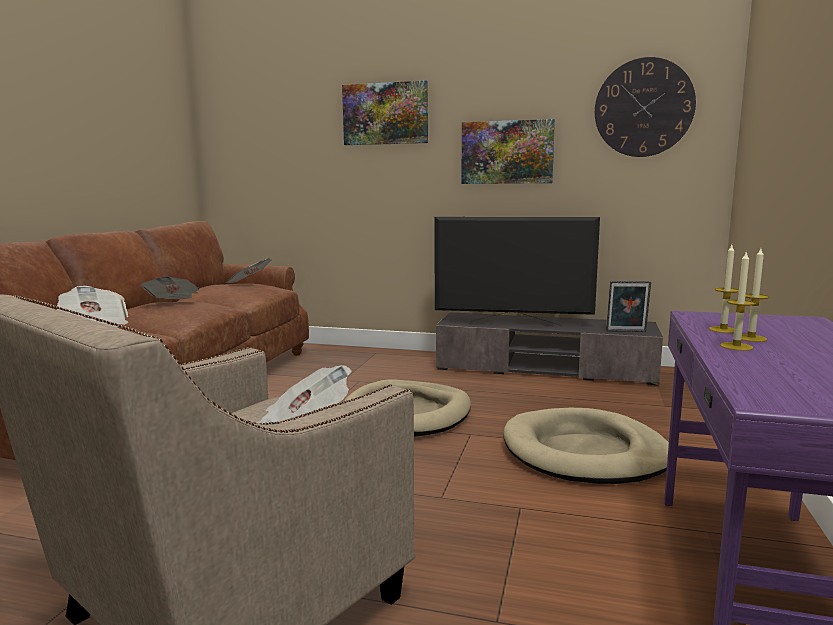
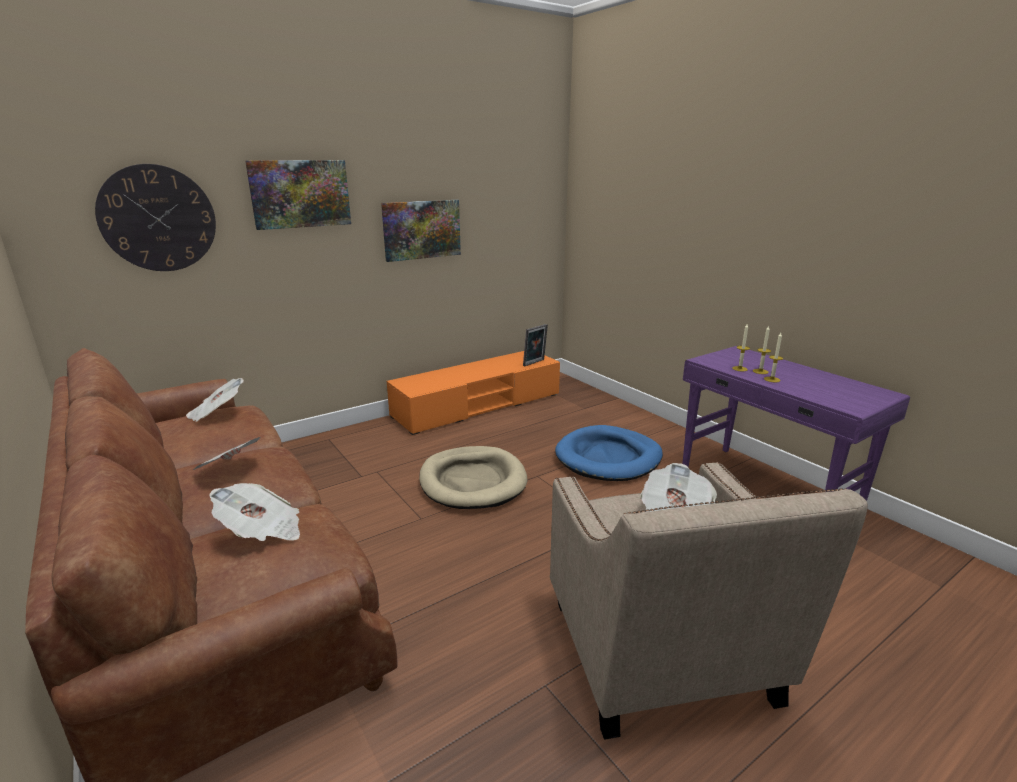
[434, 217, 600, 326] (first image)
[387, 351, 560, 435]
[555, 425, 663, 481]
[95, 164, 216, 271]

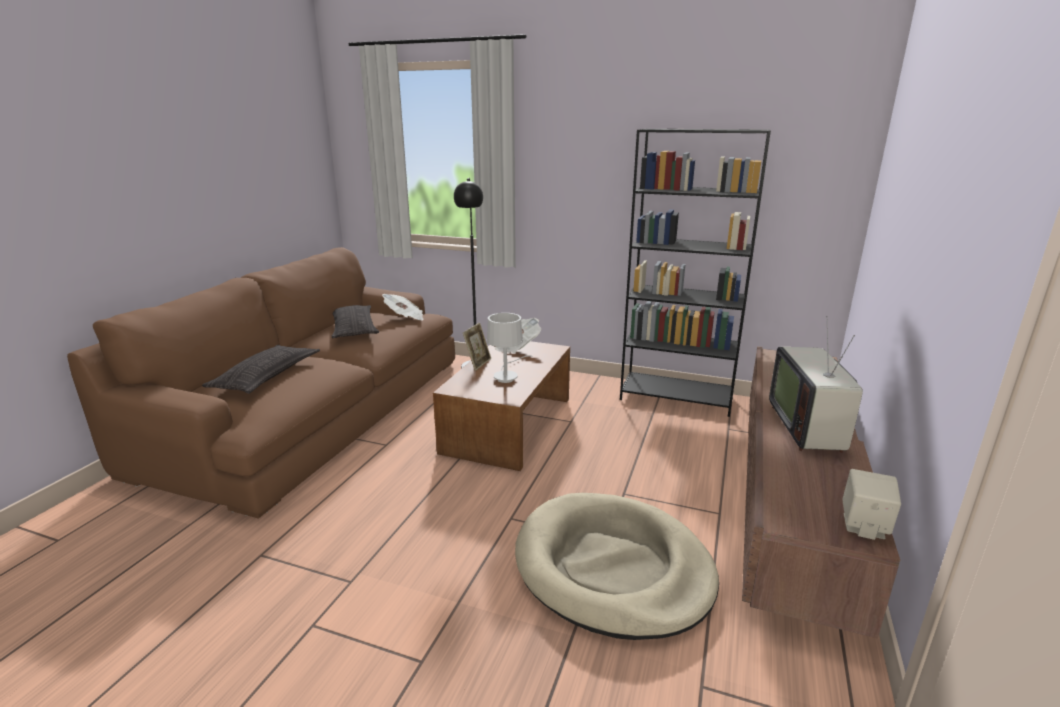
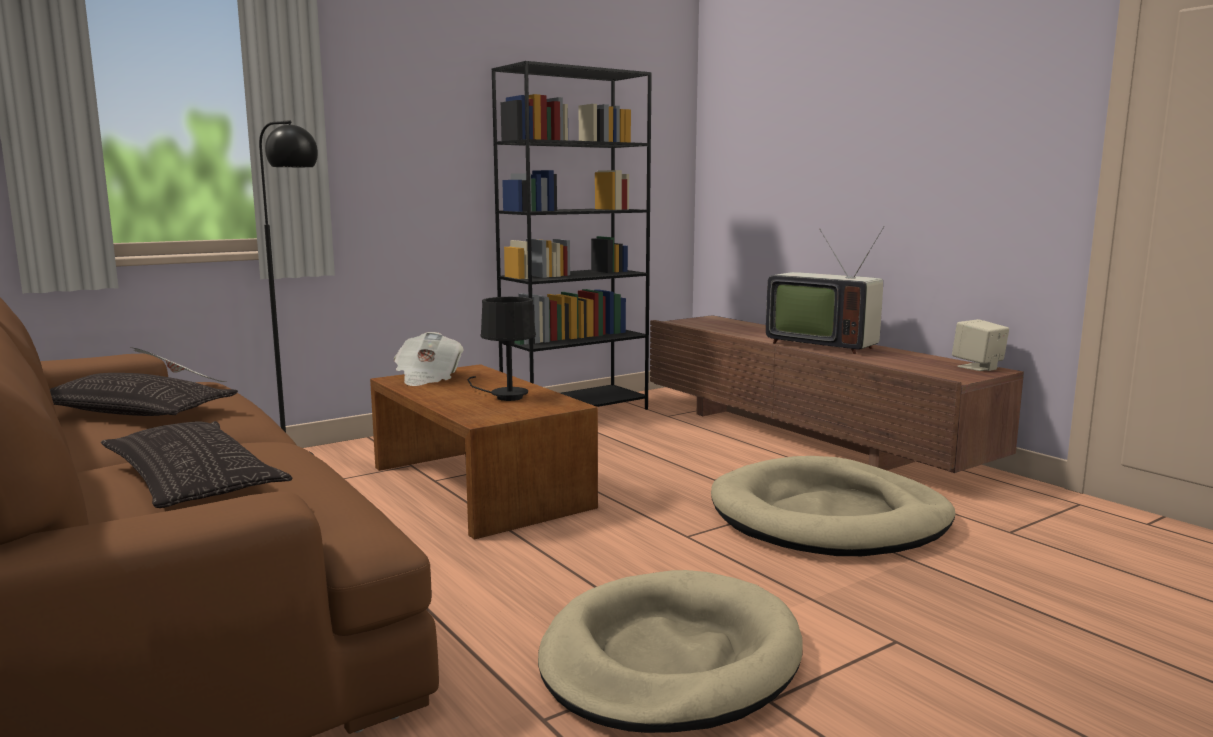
[463, 323, 491, 371] (first image)
[468, 297, 536, 401]
[538, 570, 803, 733]

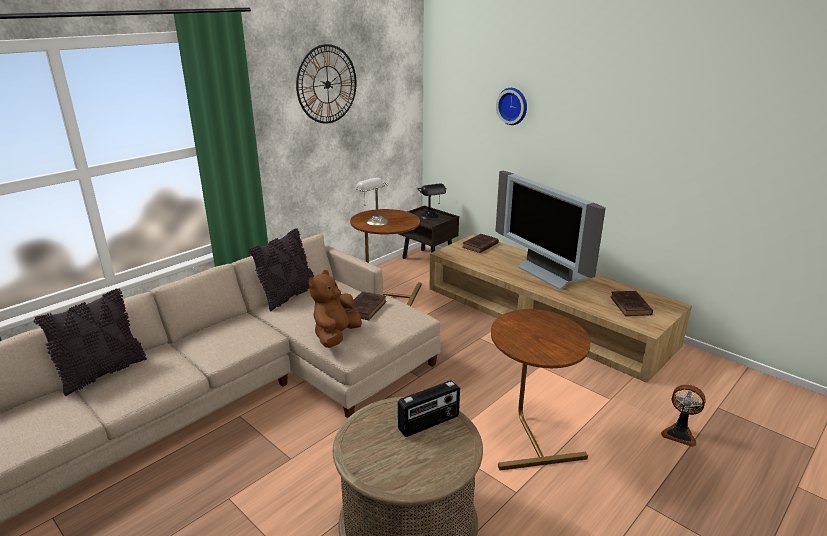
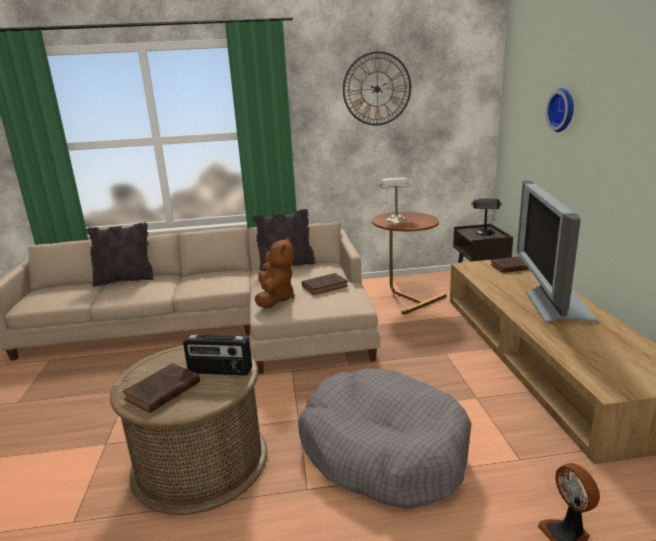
[255, 237, 295, 309]
[298, 368, 472, 509]
[122, 363, 200, 413]

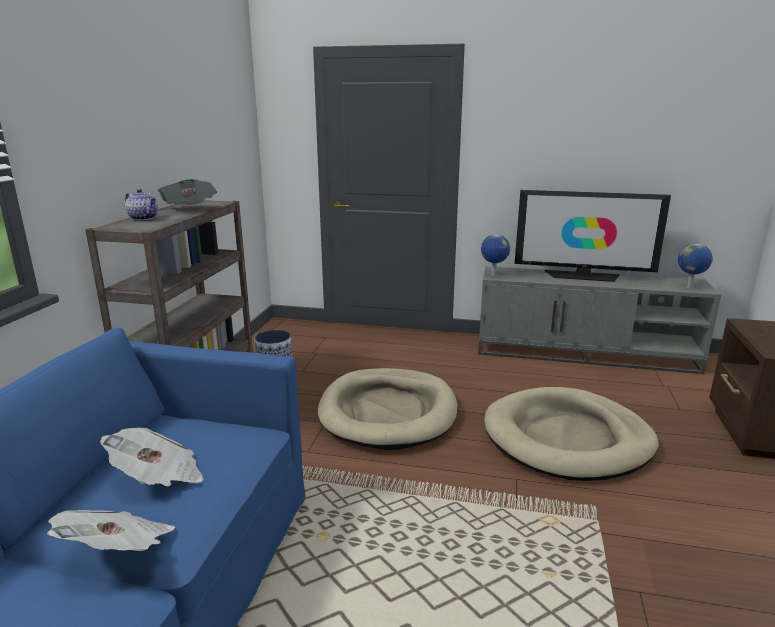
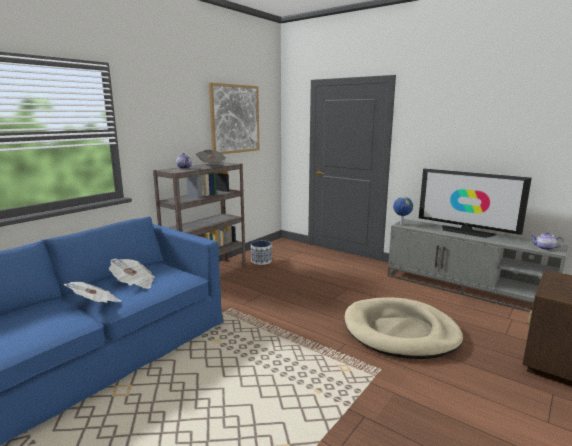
[318, 368, 458, 450] (first image)
[531, 232, 564, 250]
[209, 83, 259, 154]

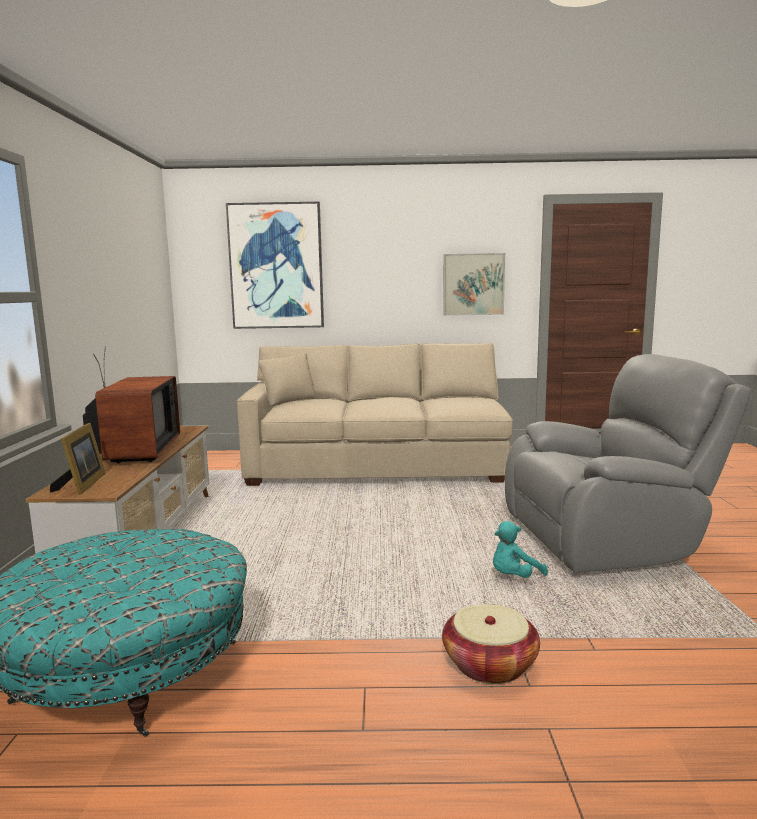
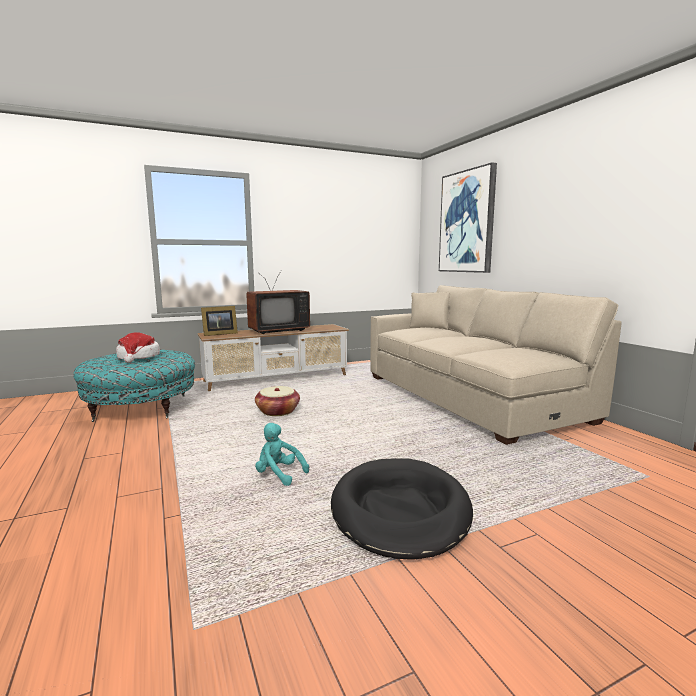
[255, 386, 300, 416]
[443, 253, 505, 316] (first image)
[331, 458, 473, 560]
[116, 332, 160, 363]

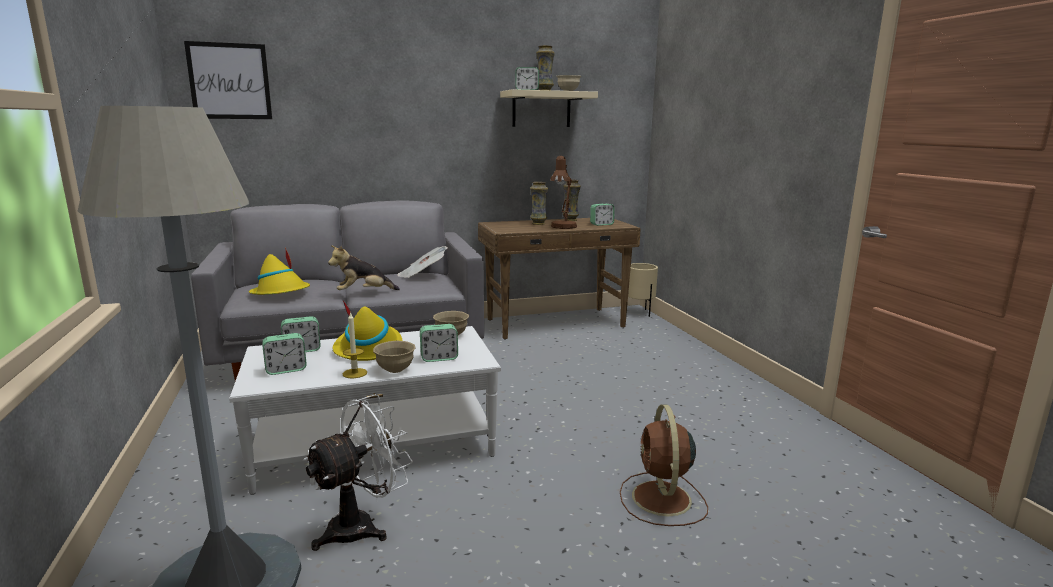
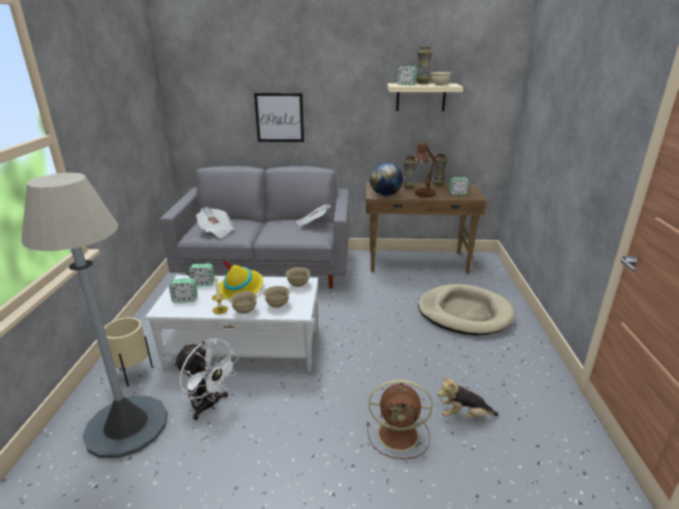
[254, 93, 304, 142]
[196, 207, 234, 238]
[174, 338, 239, 420]
[438, 376, 499, 418]
[263, 286, 290, 308]
[367, 379, 433, 459]
[104, 317, 153, 387]
[370, 162, 403, 196]
[418, 284, 515, 336]

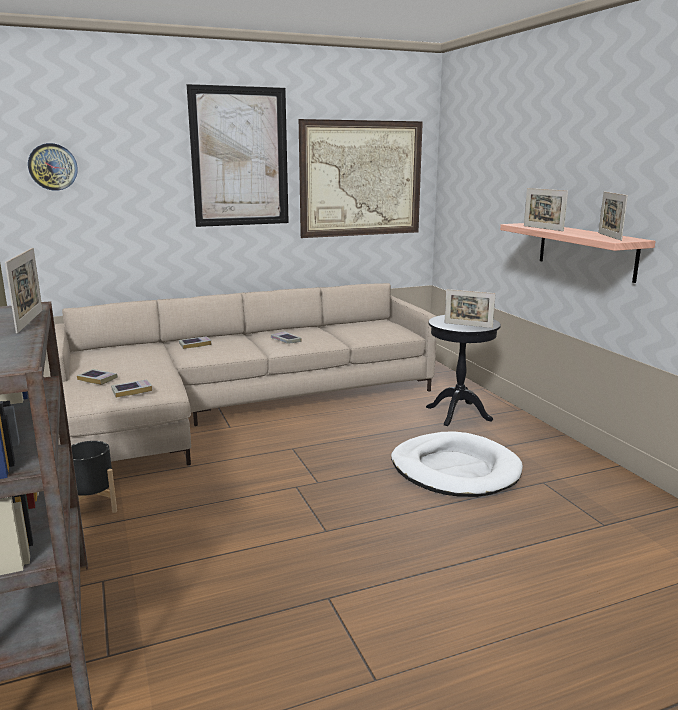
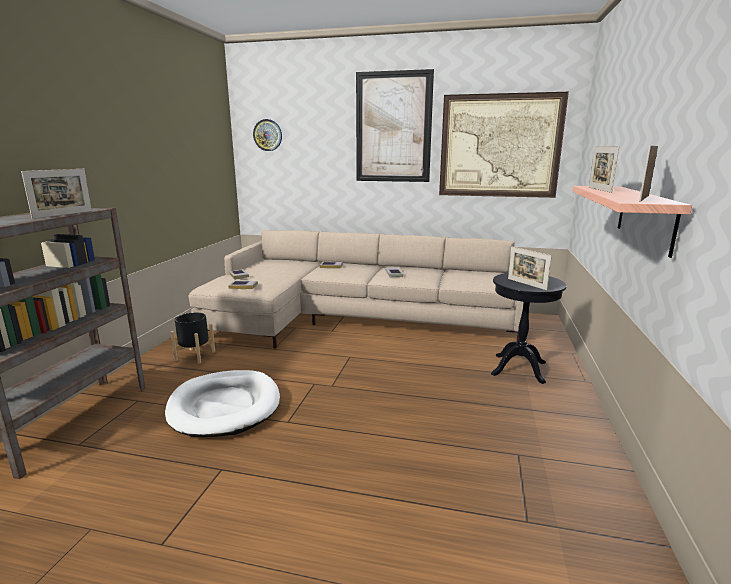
[165, 370, 280, 437]

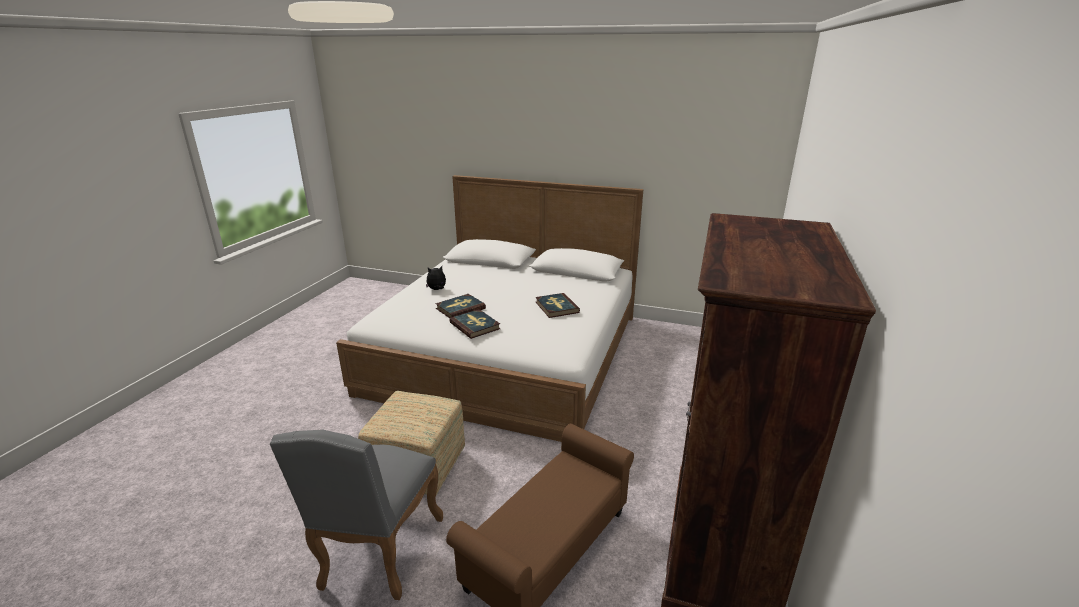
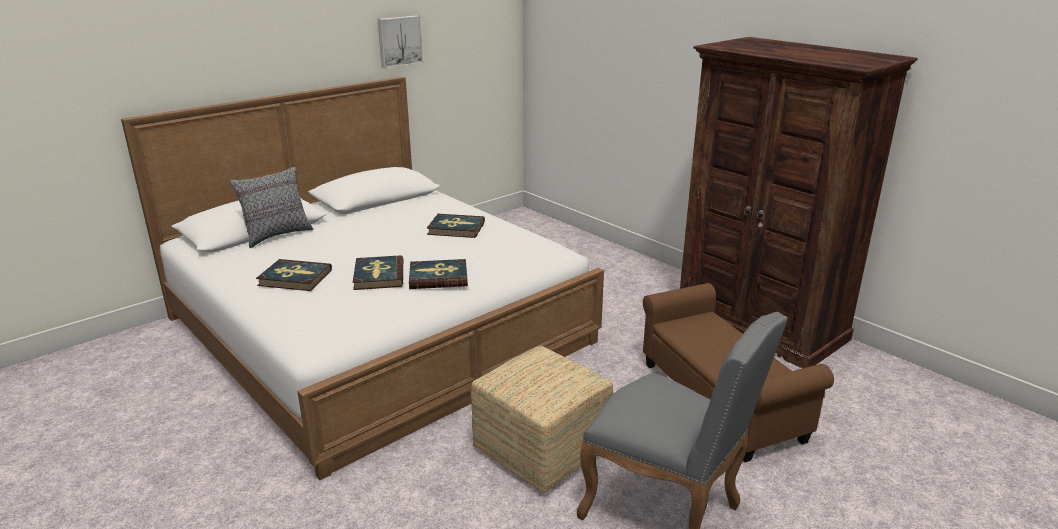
[256, 259, 332, 291]
[229, 167, 313, 248]
[378, 15, 423, 68]

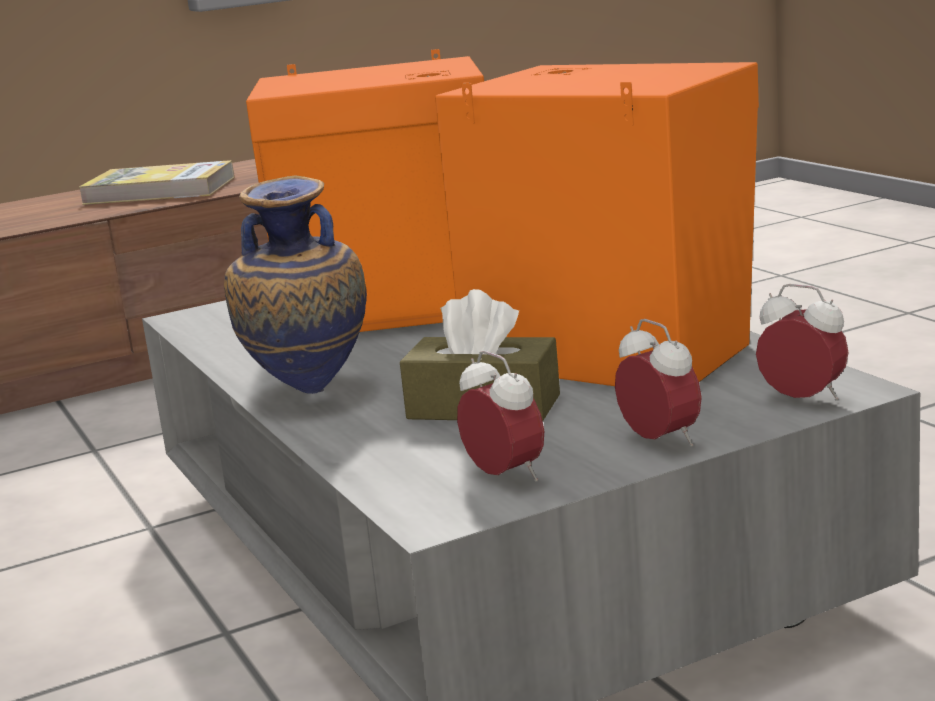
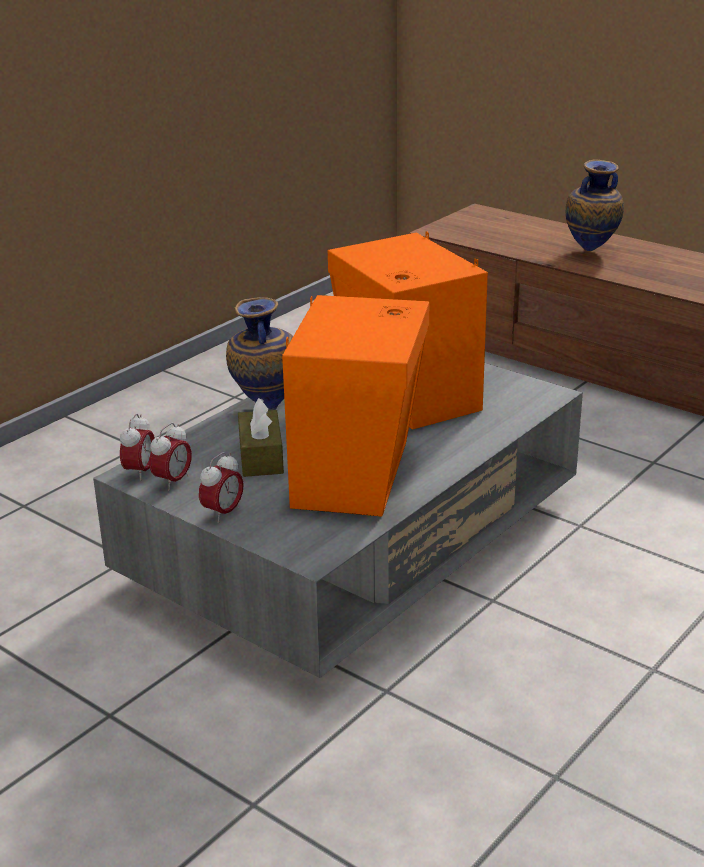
[566, 159, 624, 251]
[120, 414, 155, 481]

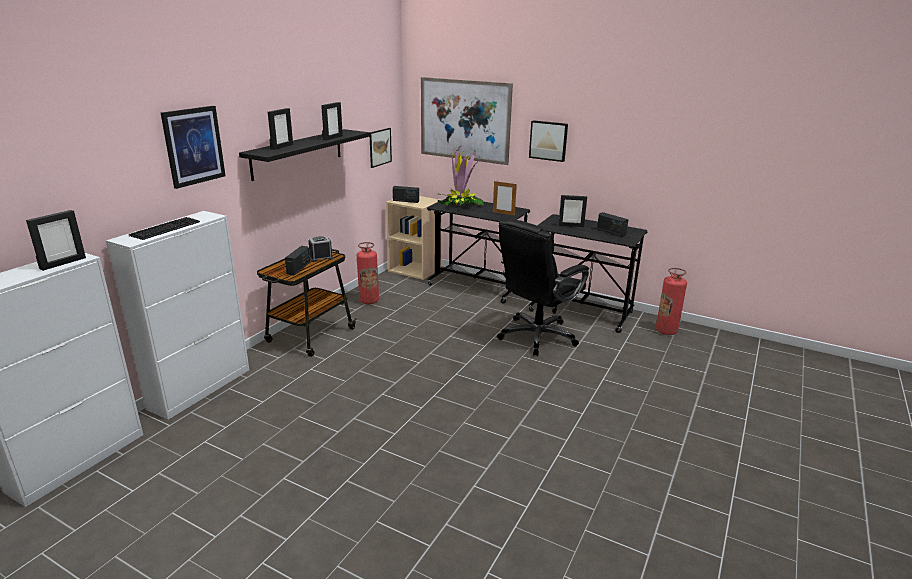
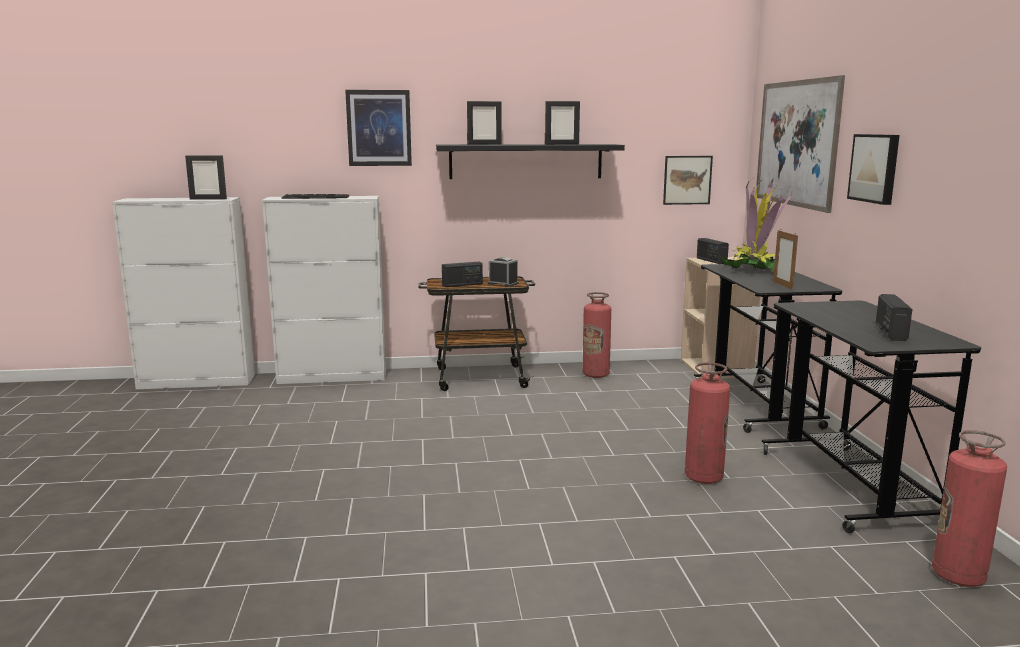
[685, 362, 730, 484]
[558, 195, 587, 227] (first image)

